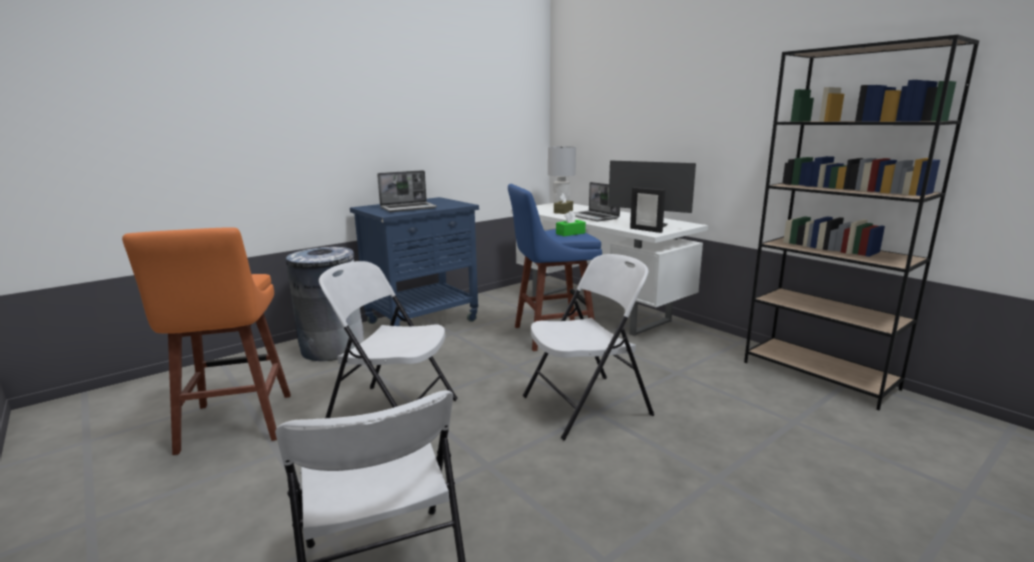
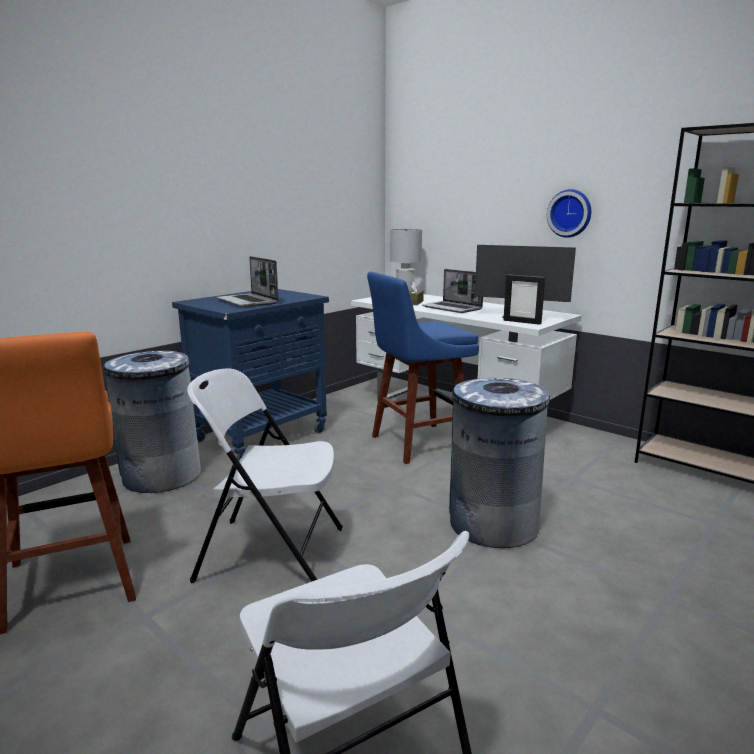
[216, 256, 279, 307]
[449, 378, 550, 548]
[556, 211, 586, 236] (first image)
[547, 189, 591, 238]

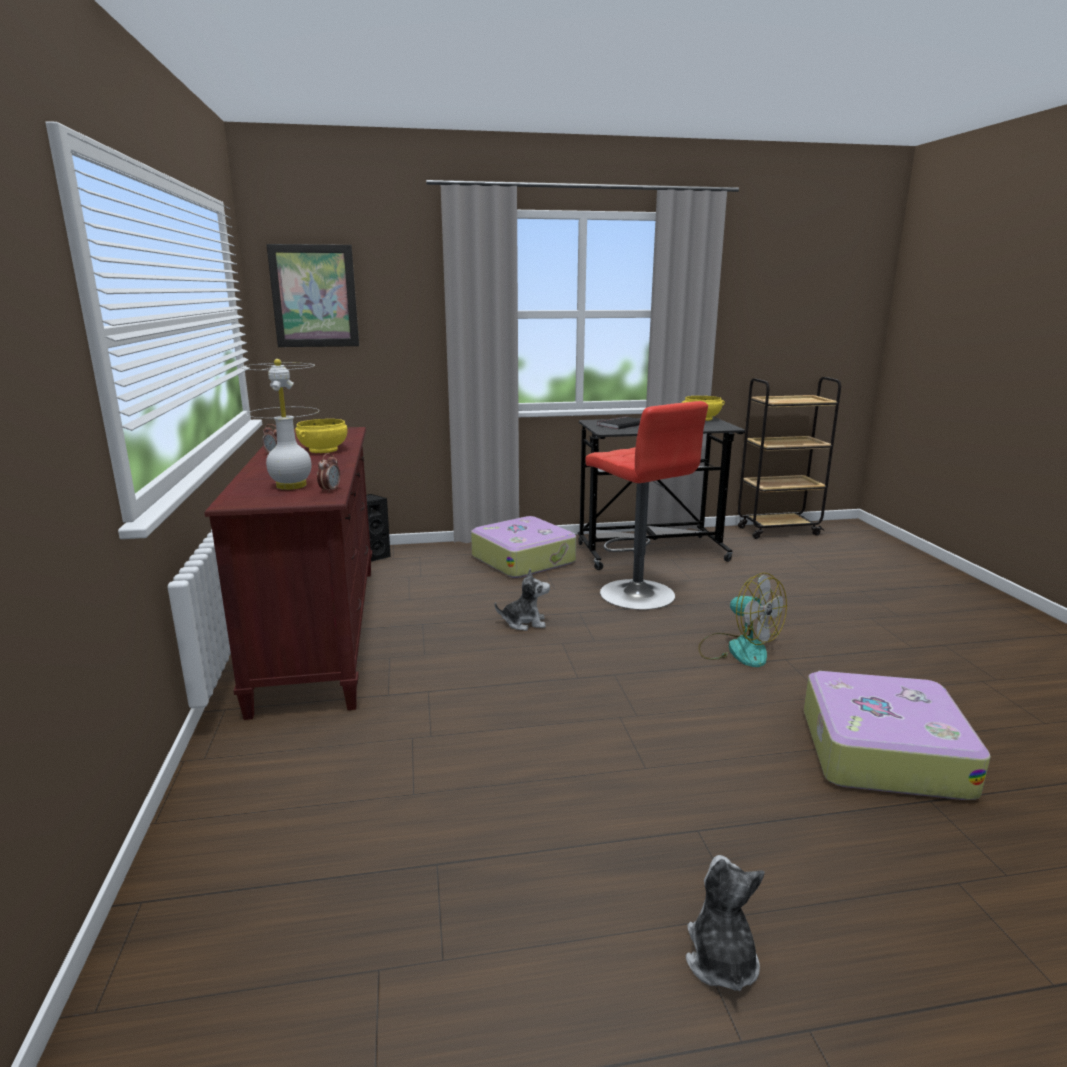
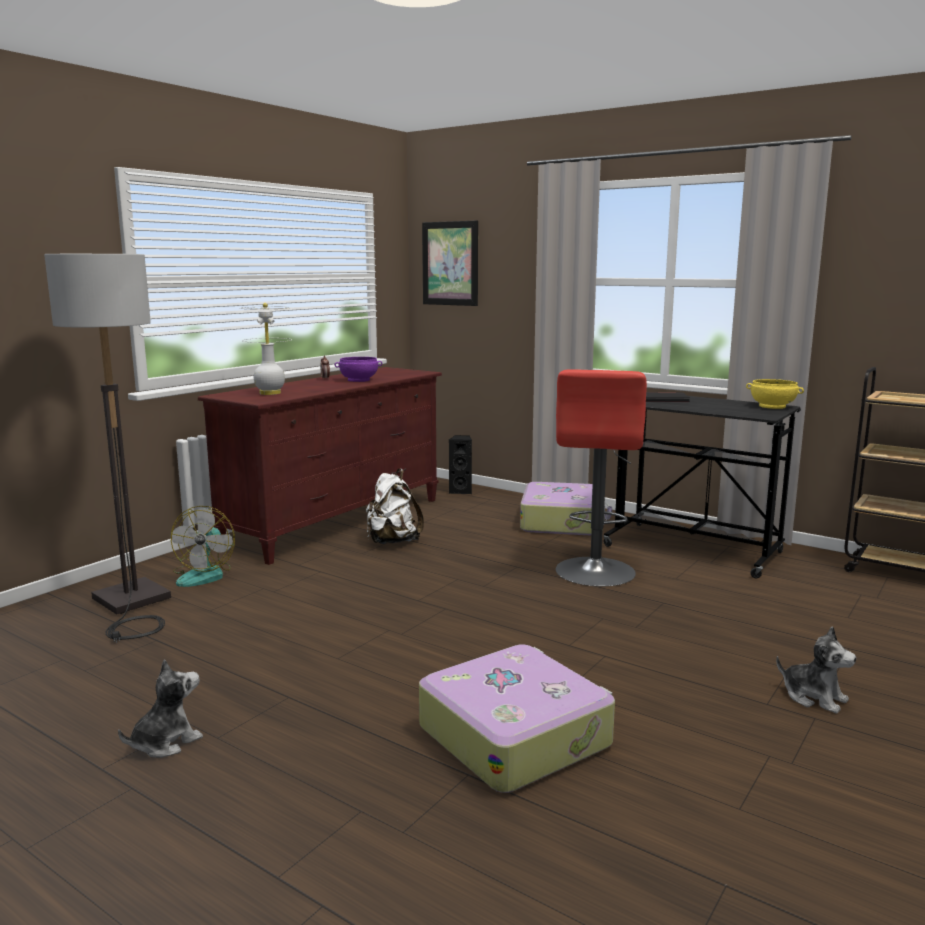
[335, 357, 382, 382]
[317, 453, 340, 493] (first image)
[776, 626, 856, 714]
[171, 506, 235, 587]
[44, 254, 171, 643]
[366, 469, 424, 544]

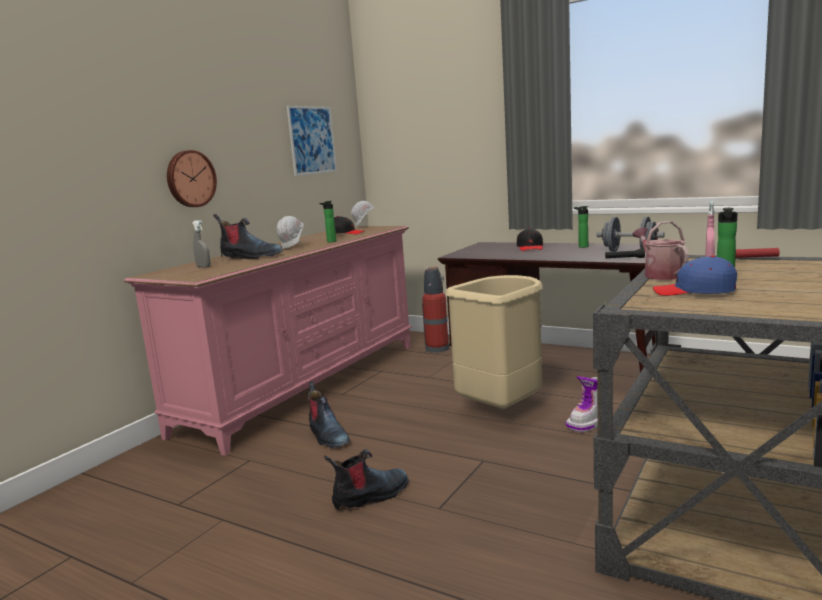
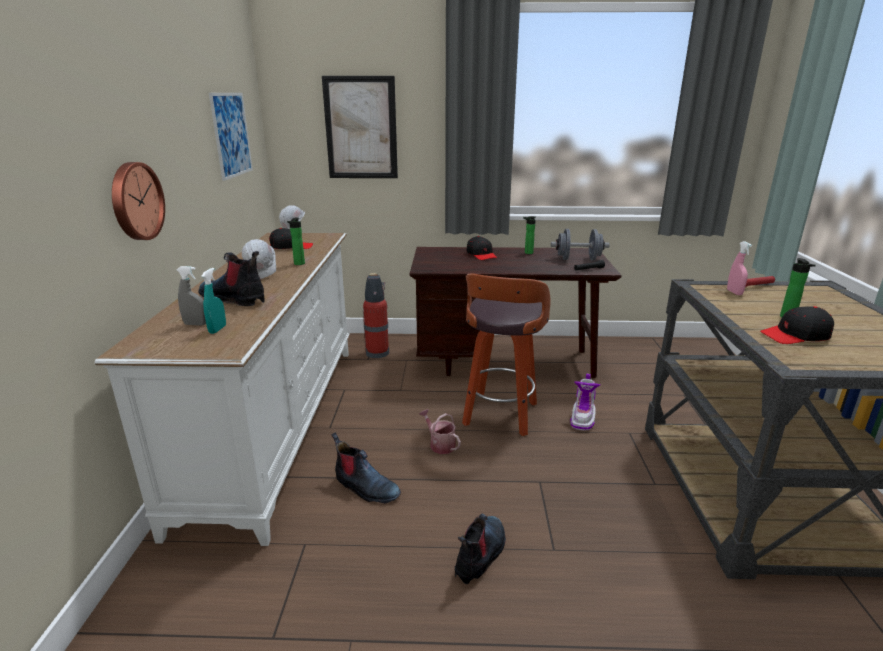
[95, 232, 350, 546]
[198, 251, 265, 306]
[462, 273, 551, 436]
[419, 409, 461, 454]
[760, 306, 834, 344]
[201, 268, 226, 334]
[322, 76, 398, 178]

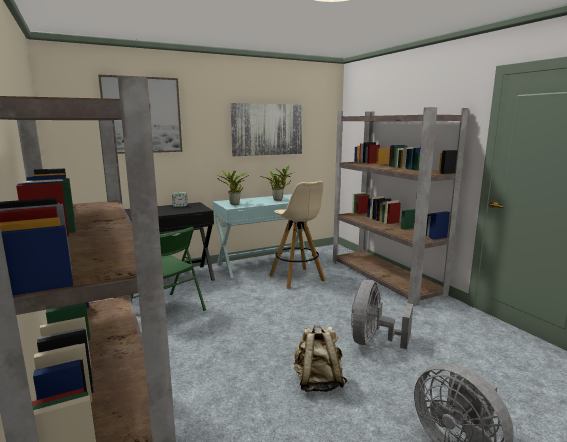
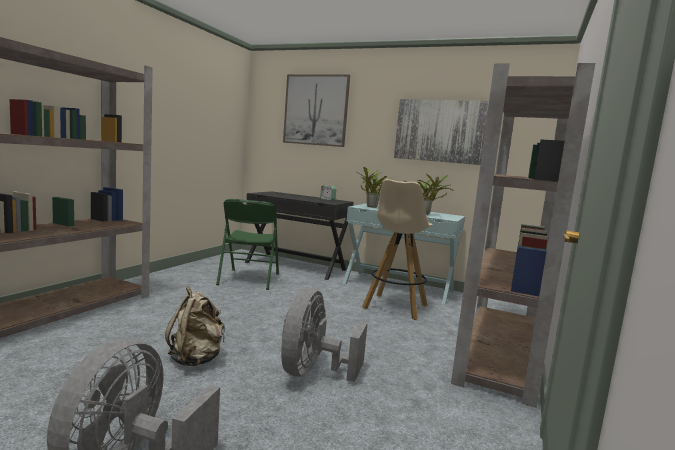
[281, 288, 368, 382]

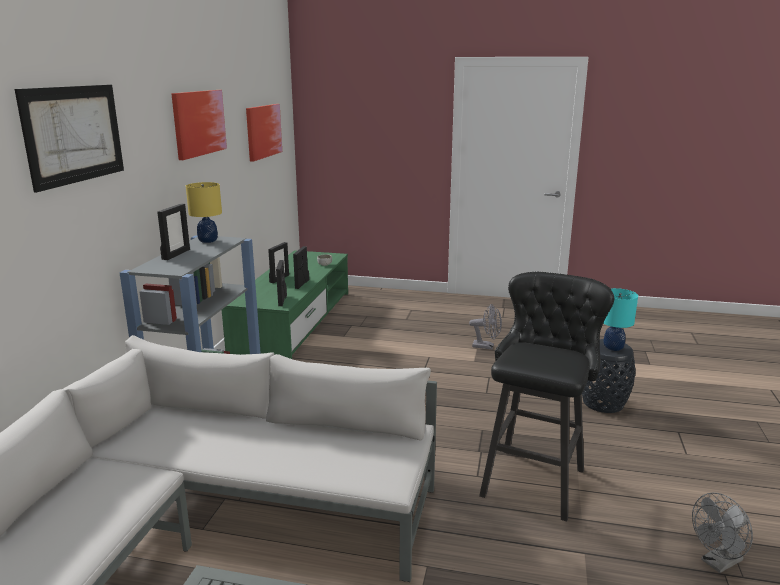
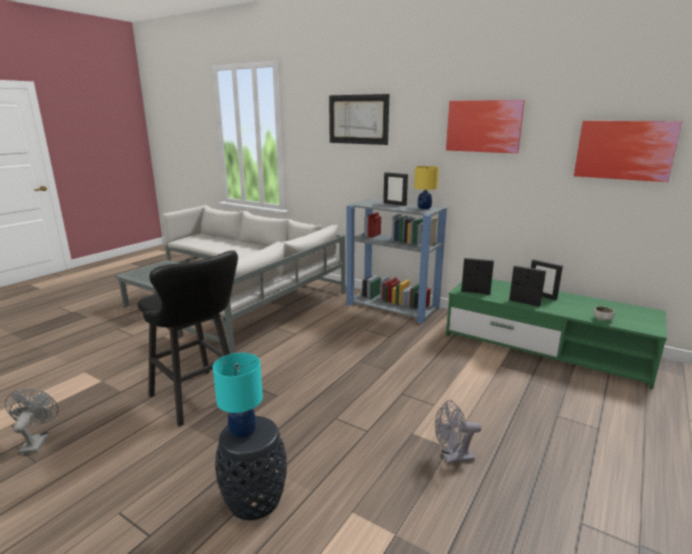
[435, 400, 482, 464]

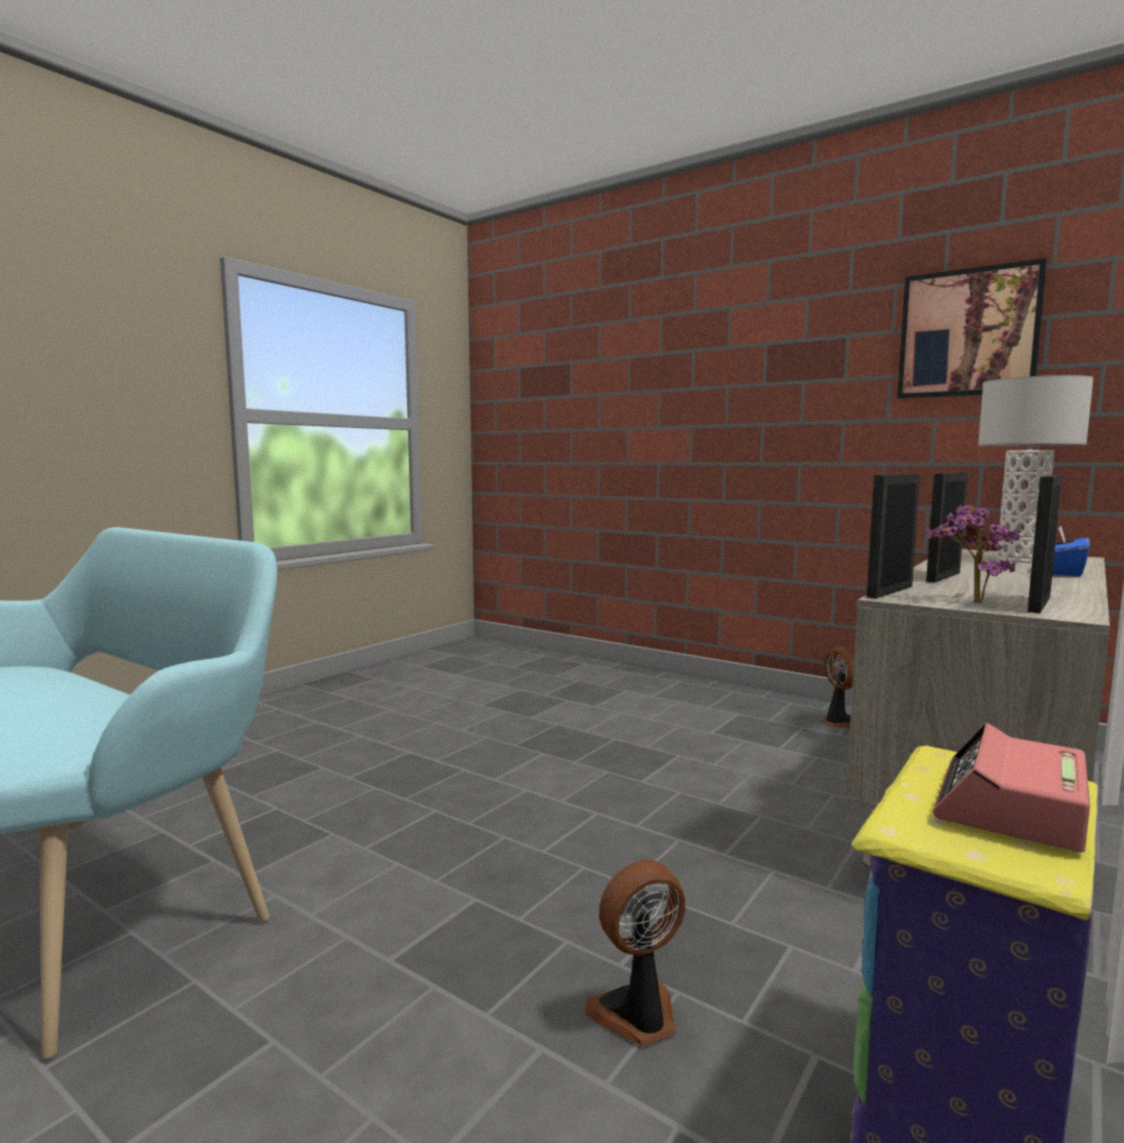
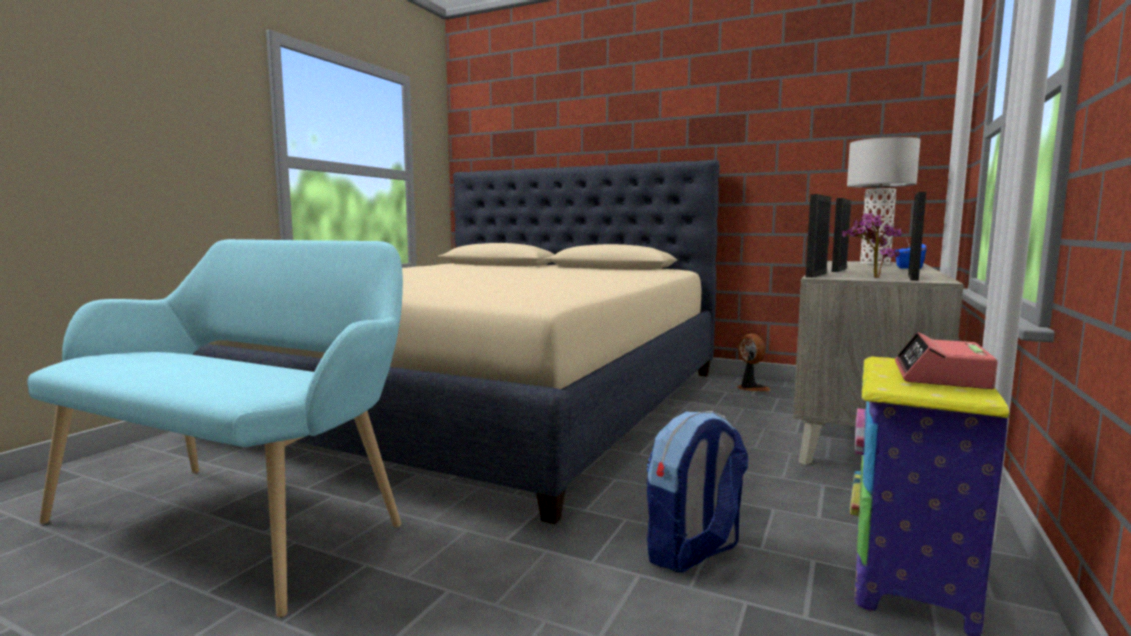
[647, 411, 748, 572]
[897, 258, 1047, 399] (first image)
[193, 160, 720, 524]

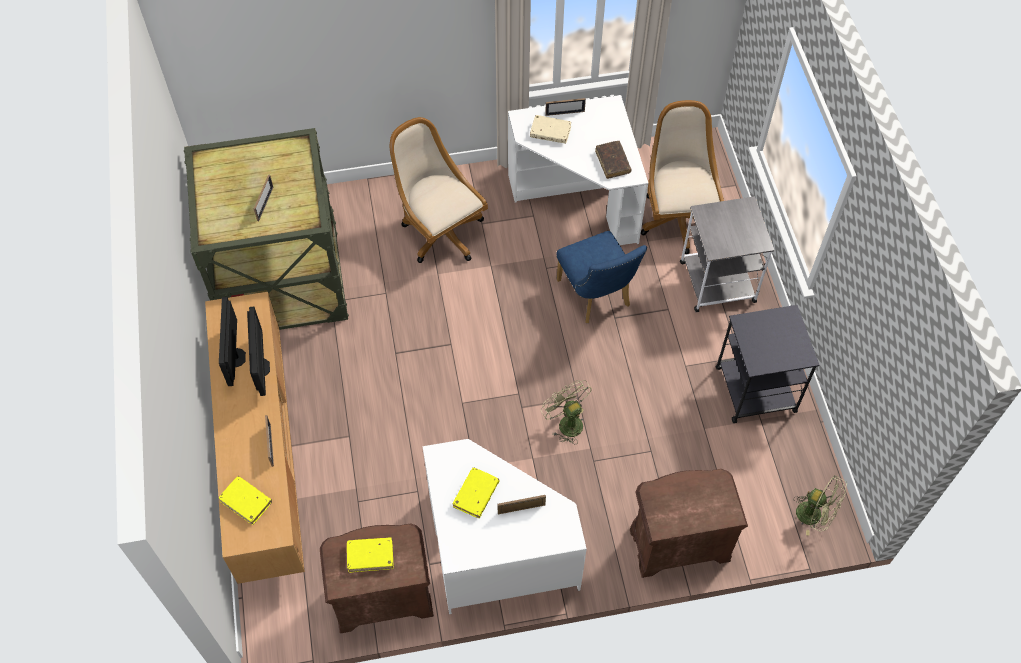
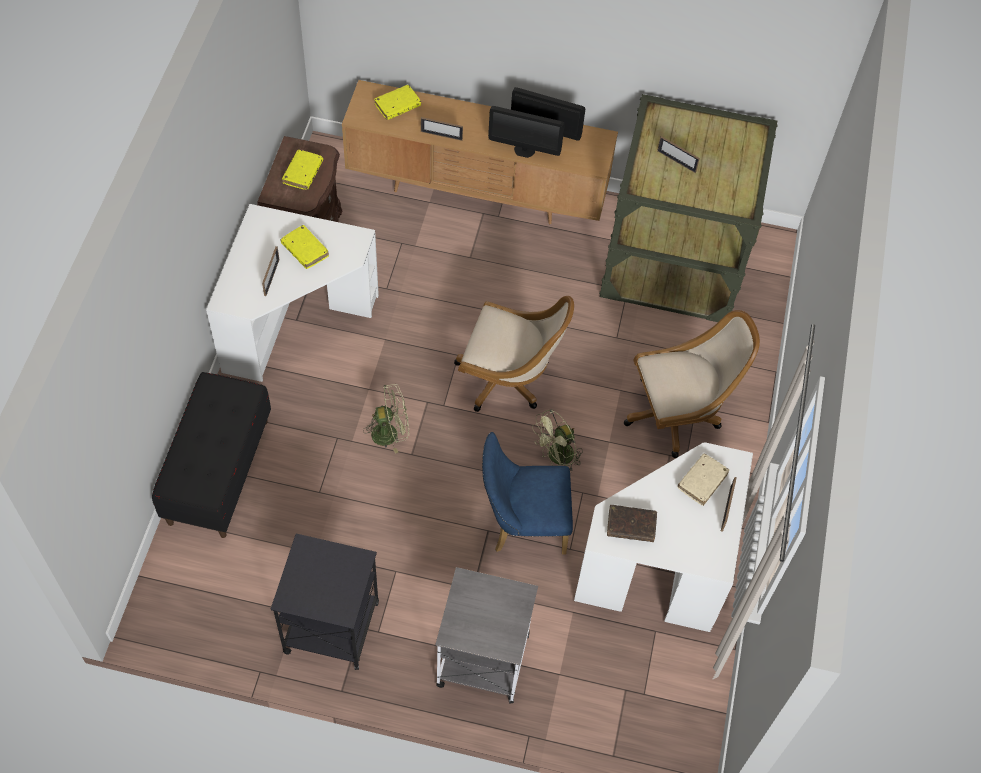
[152, 372, 271, 538]
[454, 296, 574, 412]
[532, 409, 583, 472]

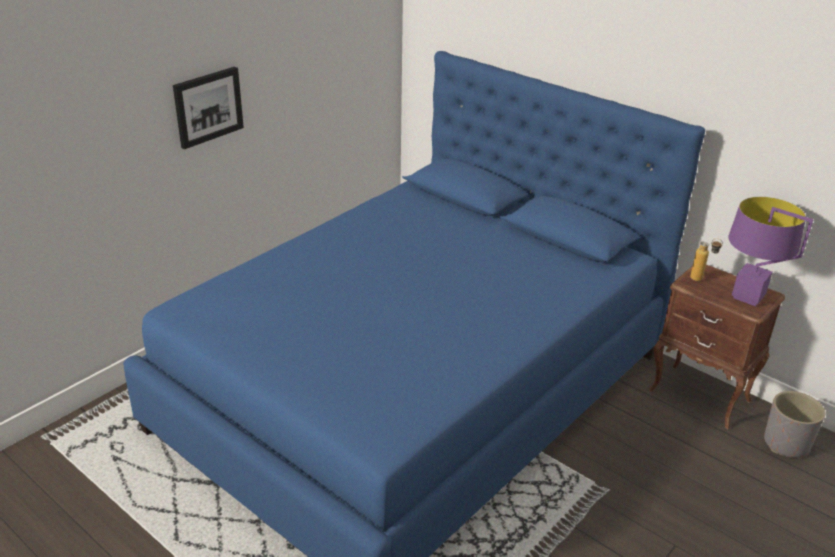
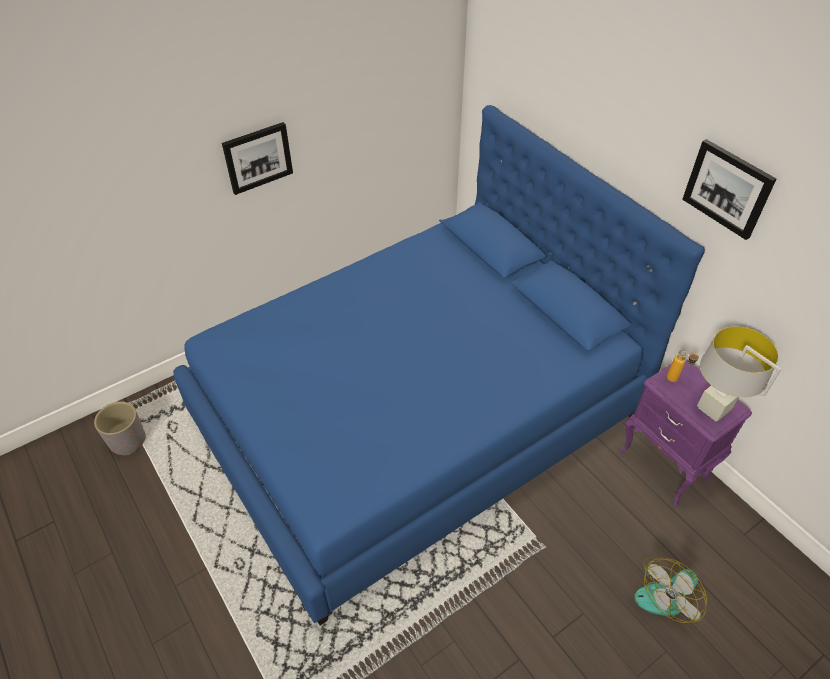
[619, 359, 752, 506]
[697, 326, 781, 422]
[94, 402, 146, 455]
[634, 558, 707, 623]
[682, 139, 776, 240]

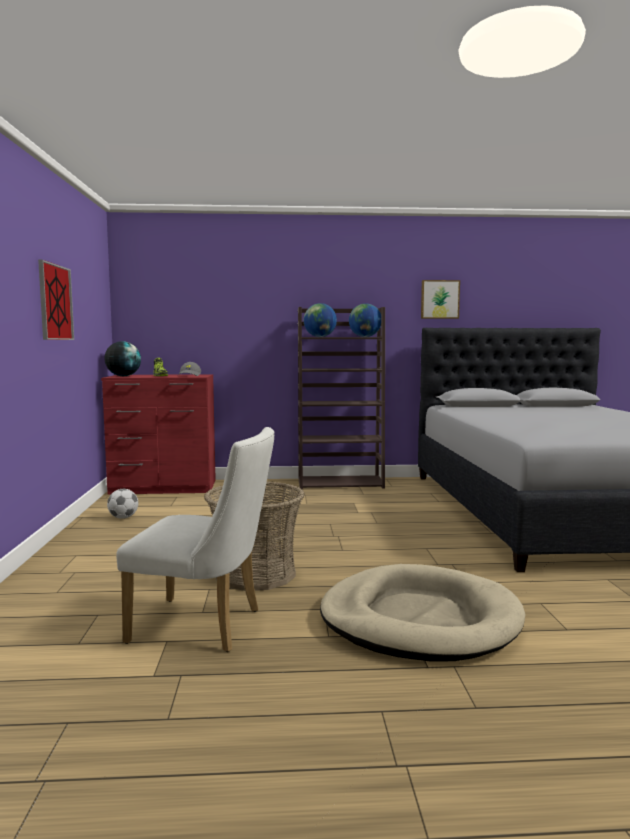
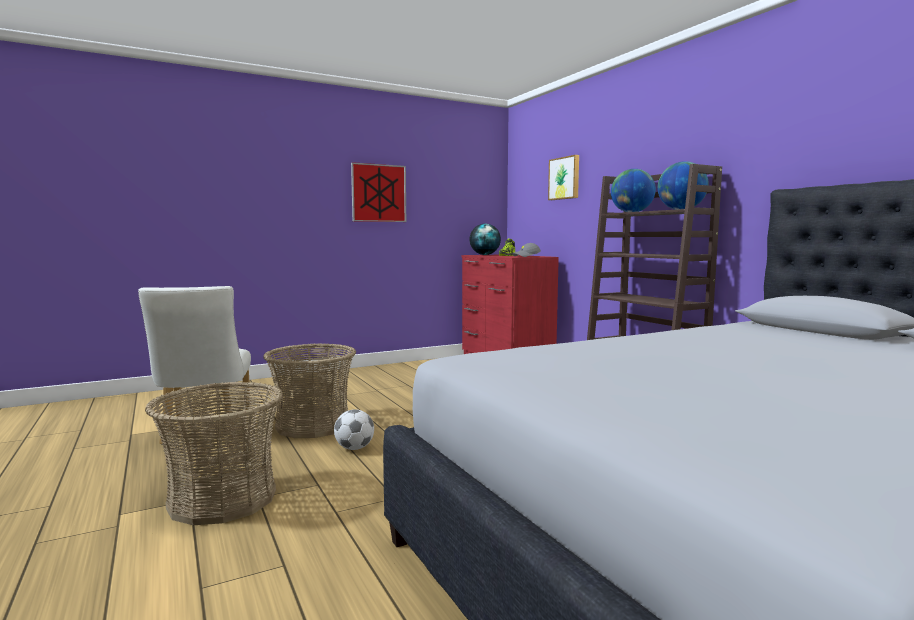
[334, 409, 374, 450]
[145, 381, 283, 525]
[548, 155, 579, 200]

